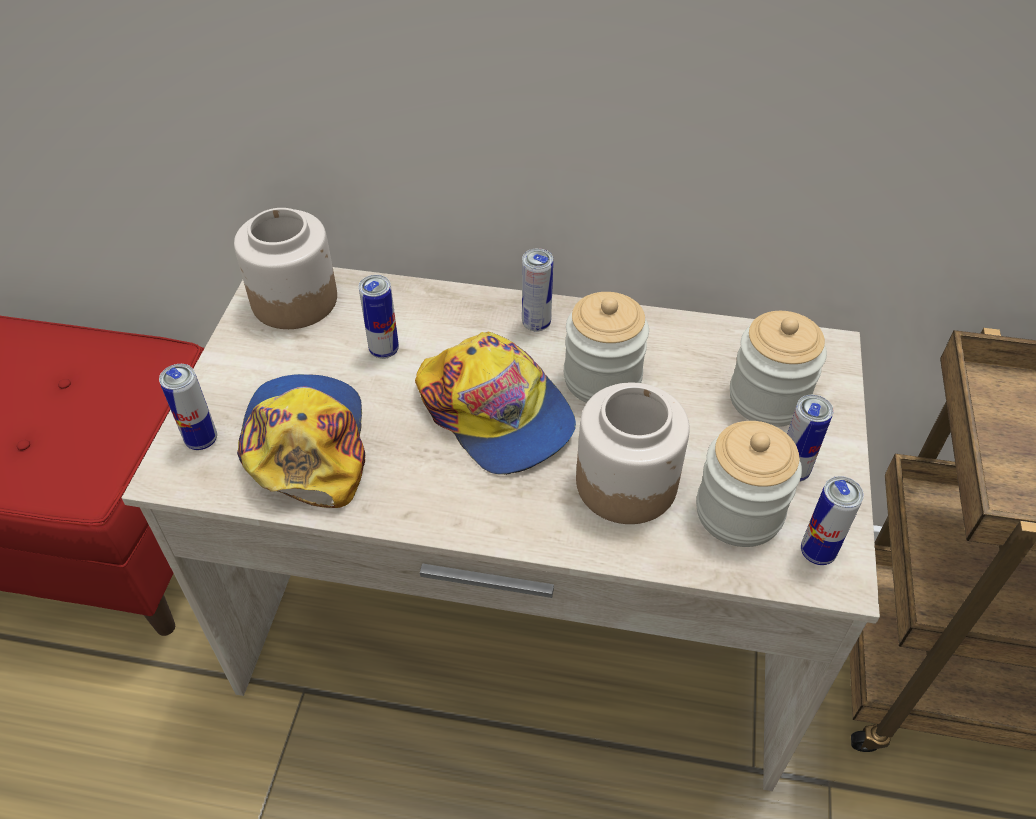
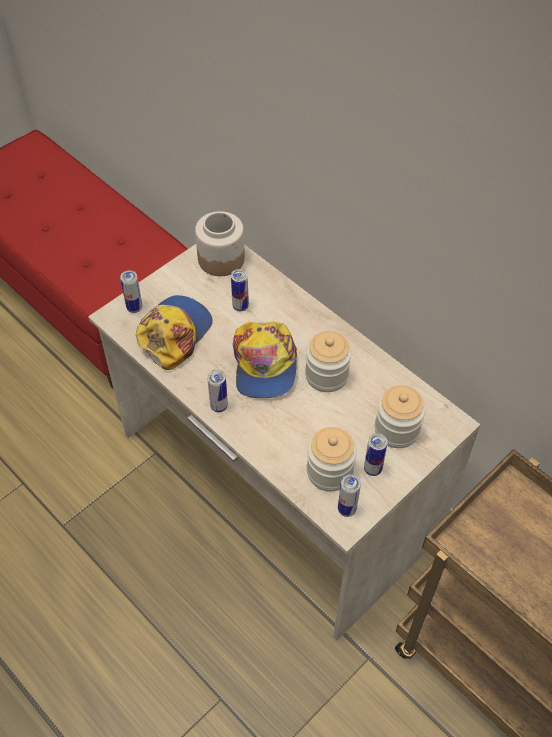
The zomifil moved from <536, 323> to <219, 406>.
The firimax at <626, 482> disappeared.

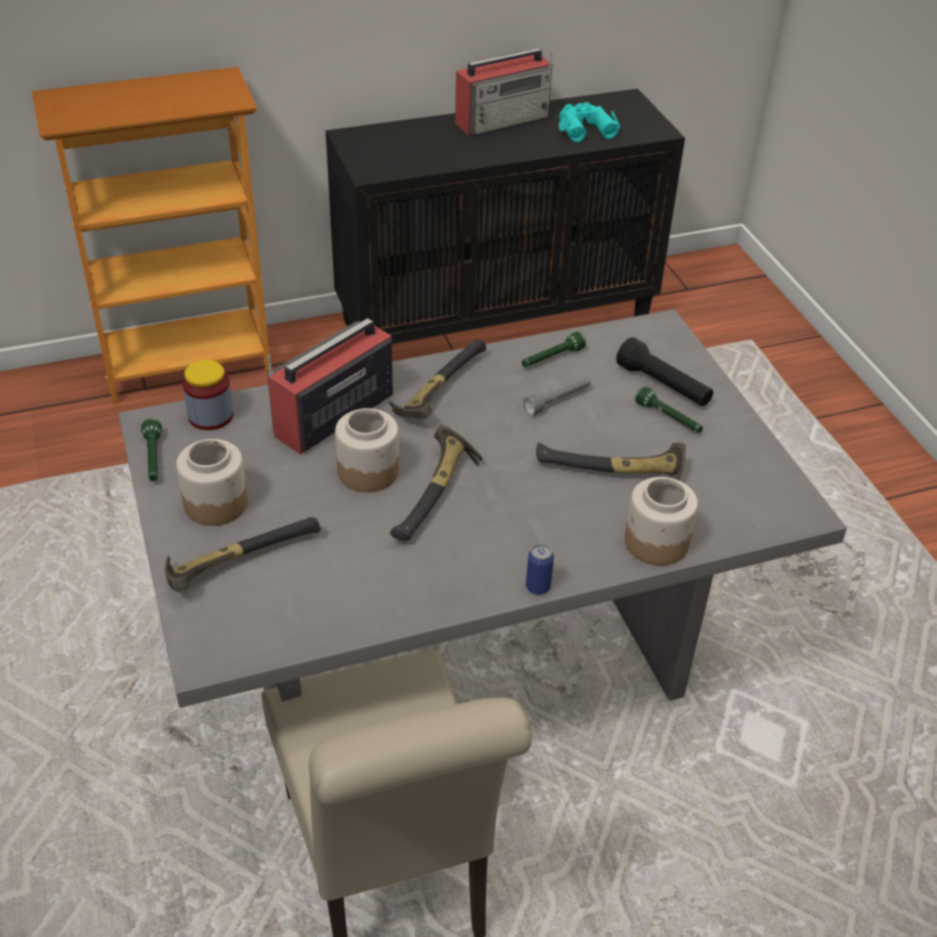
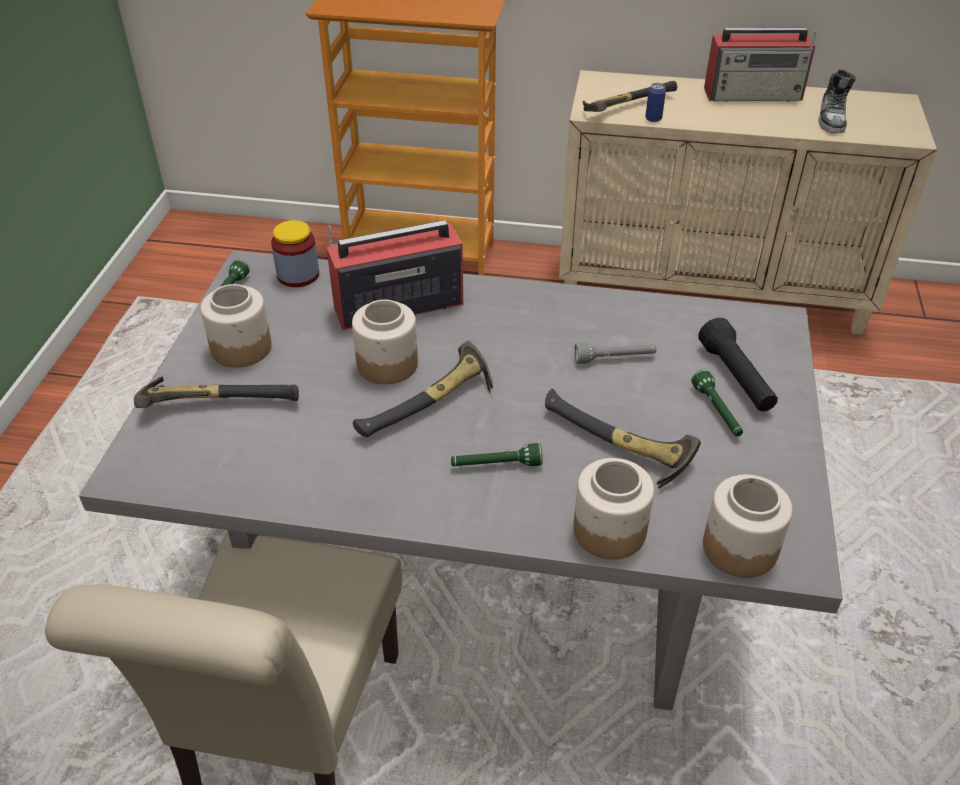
The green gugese moved from <551, 358> to <496, 465>.
The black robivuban at <497, 319> became the beige robivuban at <712, 291>.
The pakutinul moved from <436, 391> to <624, 107>.
The zomifil moved from <538, 587> to <653, 119>.
The firimax at <739, 547> appeared.
The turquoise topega at <584, 128> was replaced by the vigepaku at <832, 118>.

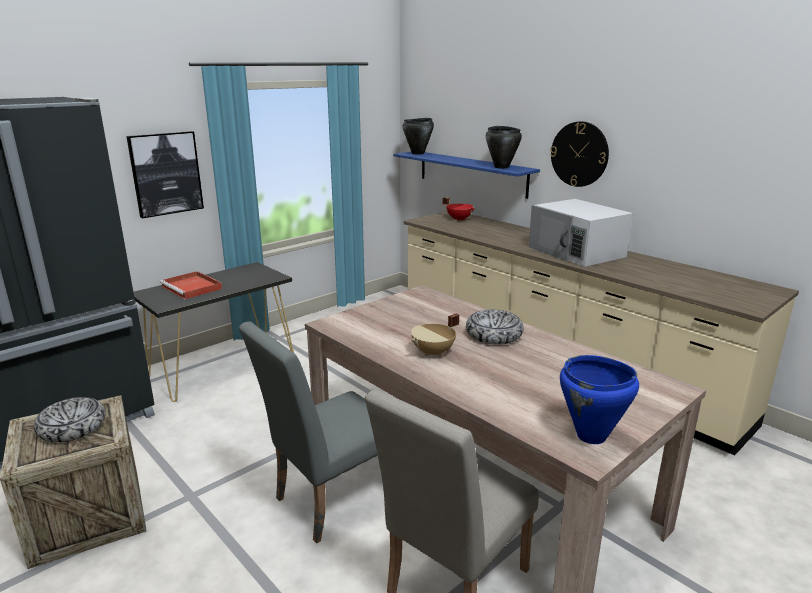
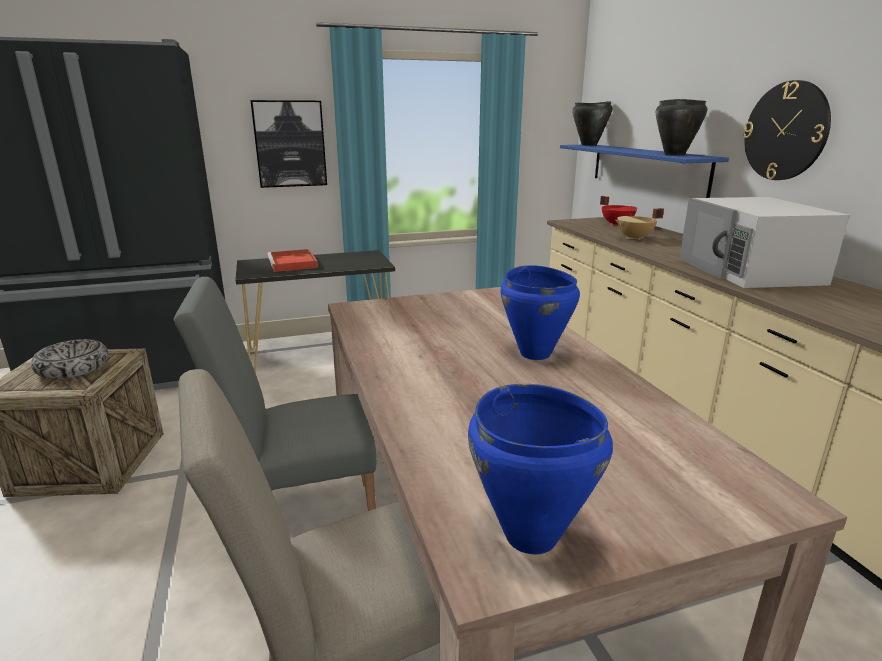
The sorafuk at <493, 335> was replaced by the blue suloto at <535, 353>.
The beige suloto moved from <434, 353> to <635, 238>.

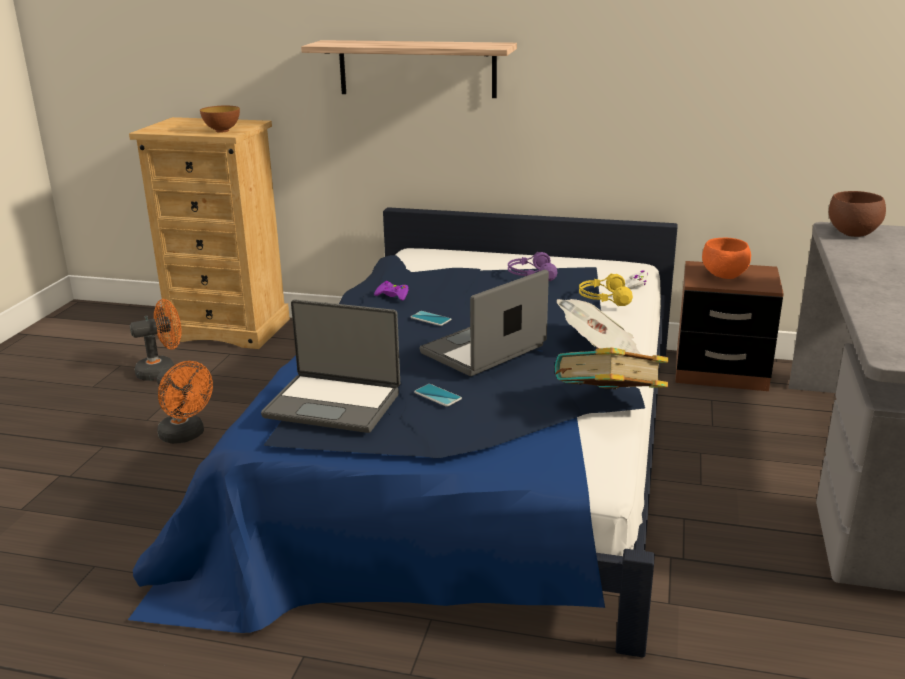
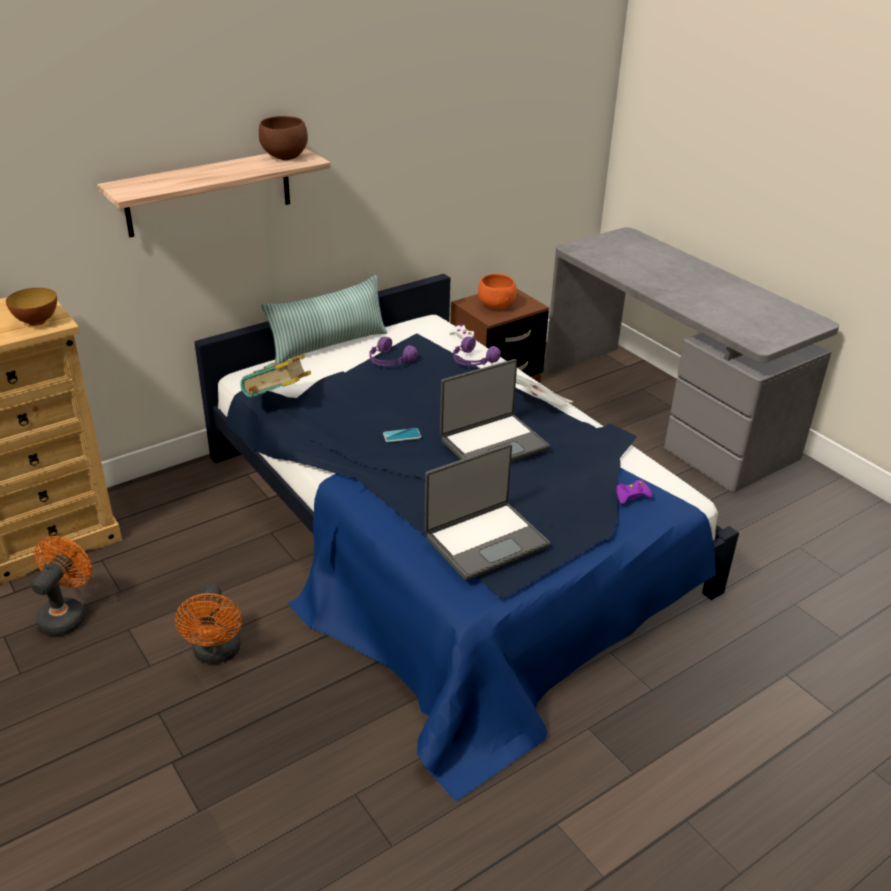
The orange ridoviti at <186, 436> turned 90 degrees clockwise.
The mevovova moved from <608, 404> to <278, 400>.
The brown sorafuk moved from <852, 234> to <285, 157>.
The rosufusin at <328, 345> appeared.
The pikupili at <484, 350> turned 120 degrees counterclockwise.
The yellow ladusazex at <603, 299> became the purple ladusazex at <472, 361>.
The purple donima moved from <392, 295> to <631, 496>.
The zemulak at <437, 396> disappeared.

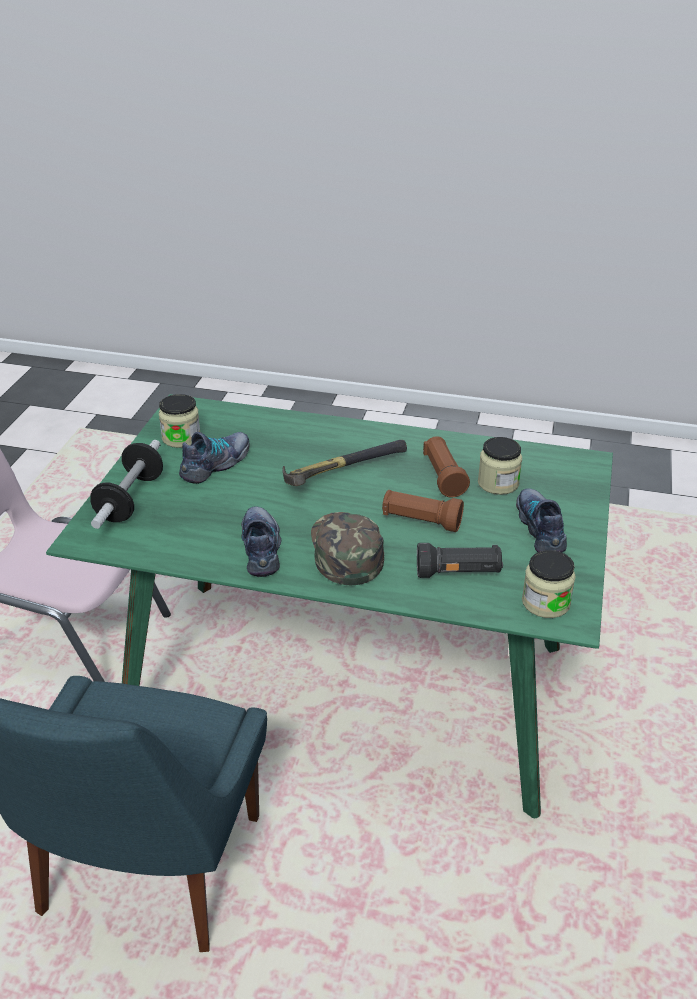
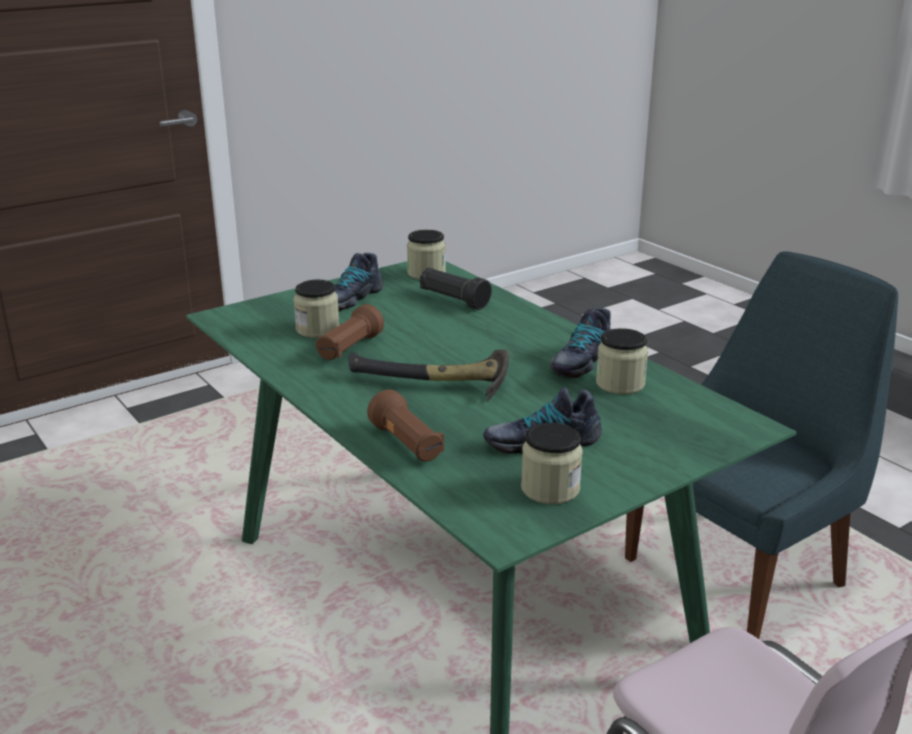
The brown gugese moved from <421, 521> to <407, 445>.
The firimax at <620, 384> appeared.
The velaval at <130, 499> disappeared.
The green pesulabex at <344, 551> disappeared.

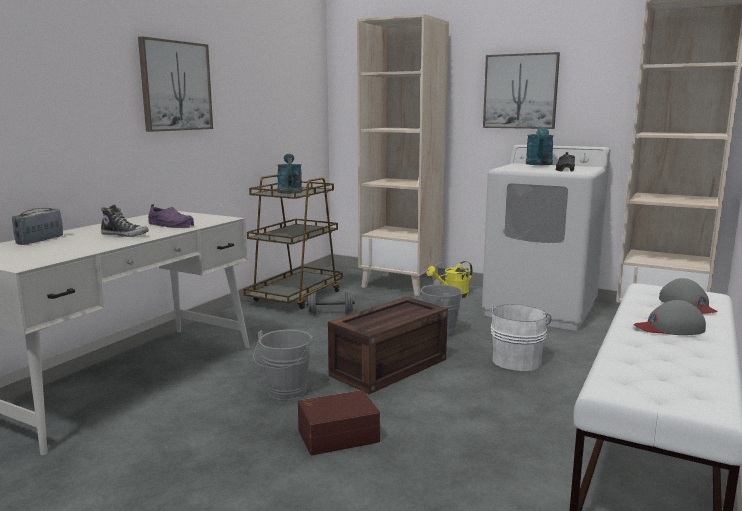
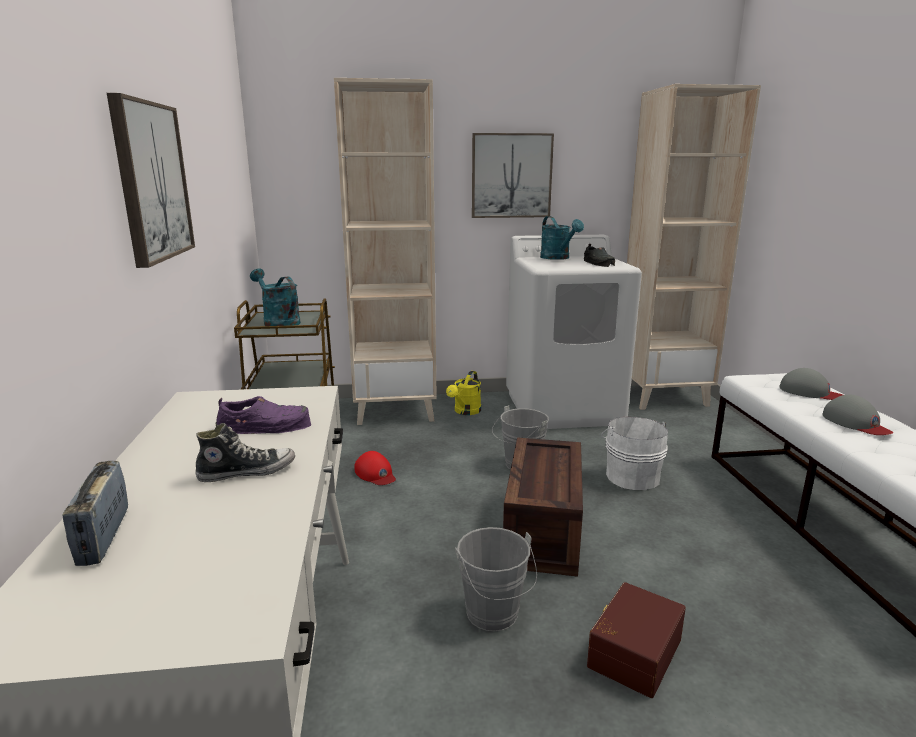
The grey velaval at <330, 313> was replaced by the red pesulabex at <375, 474>.
The grey pesulabex at <670, 327> turned 75 degrees counterclockwise.

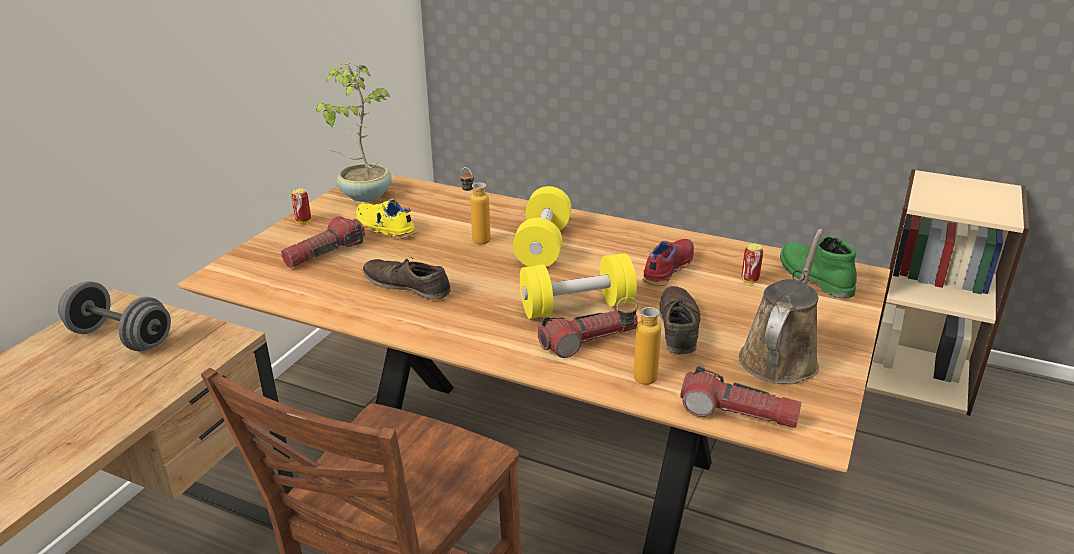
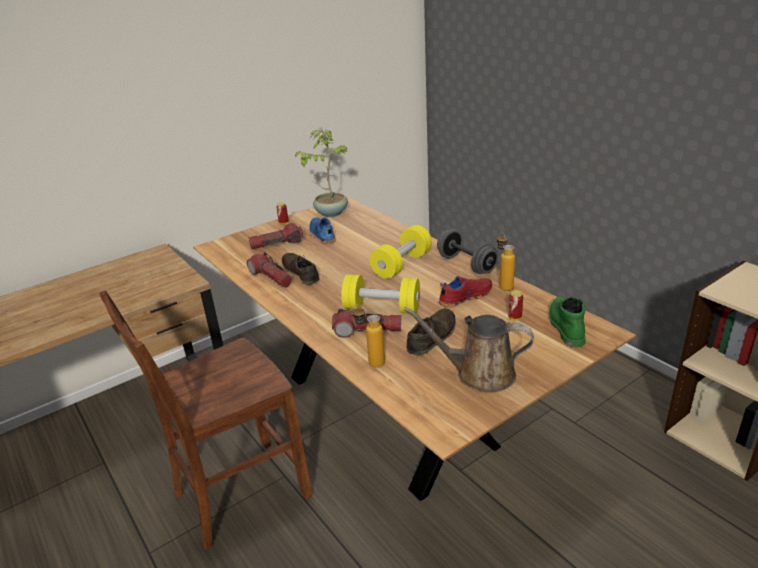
The gugese moved from <737, 413> to <271, 277>.
The yellow vigepaku at <384, 229> became the blue vigepaku at <321, 236>.
The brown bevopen at <780, 356> turned 135 degrees counterclockwise.
The grey velaval moved from <121, 338> to <466, 264>.
The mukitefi moved from <476, 238> to <503, 285>.

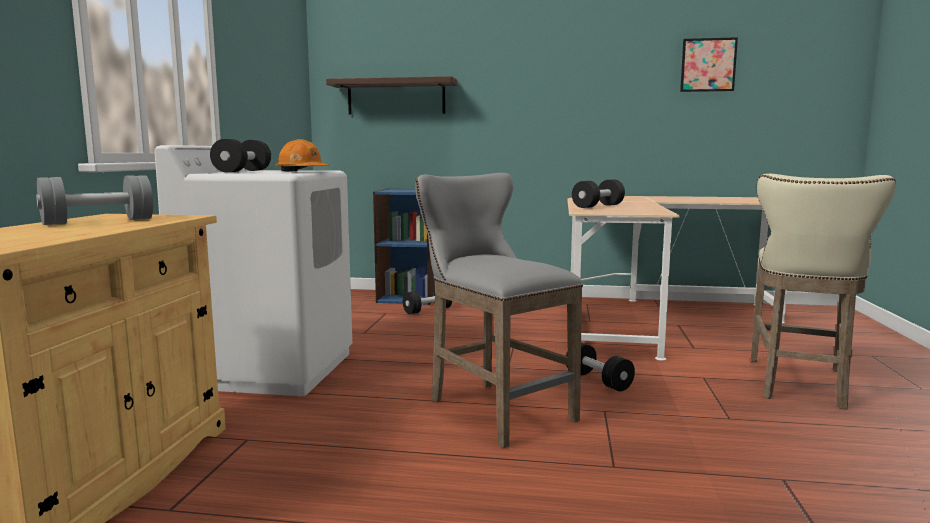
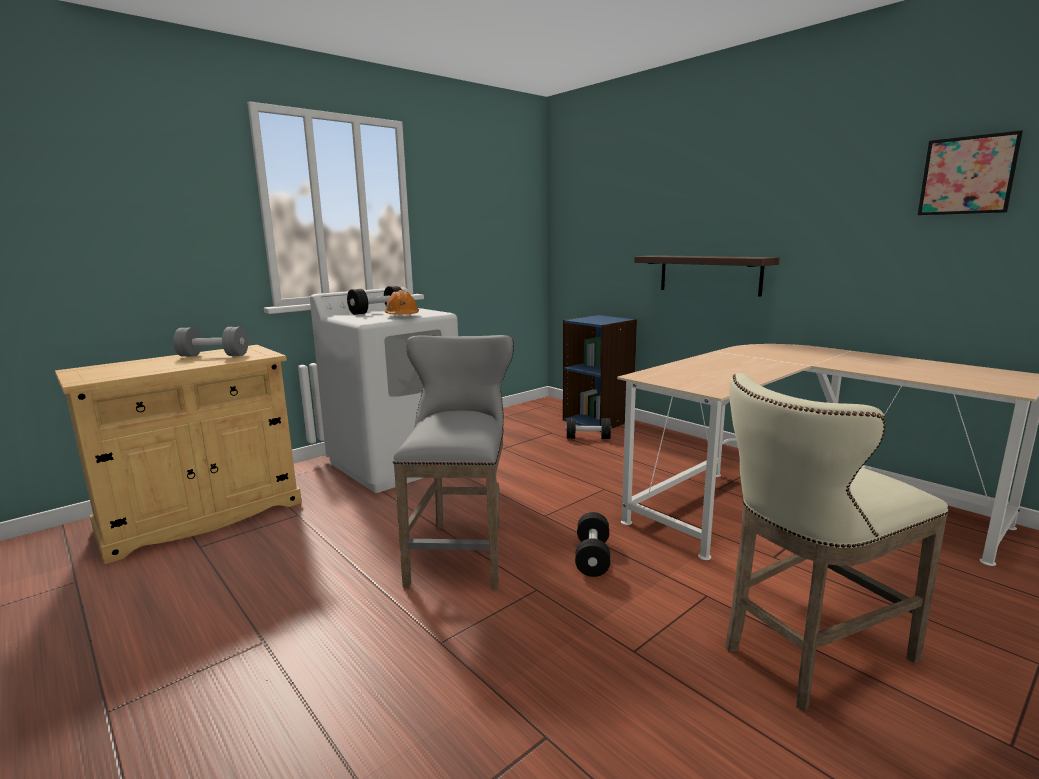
The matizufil moved from <396, 97> to <709, 274>.
The black velaval at <598, 206> disappeared.

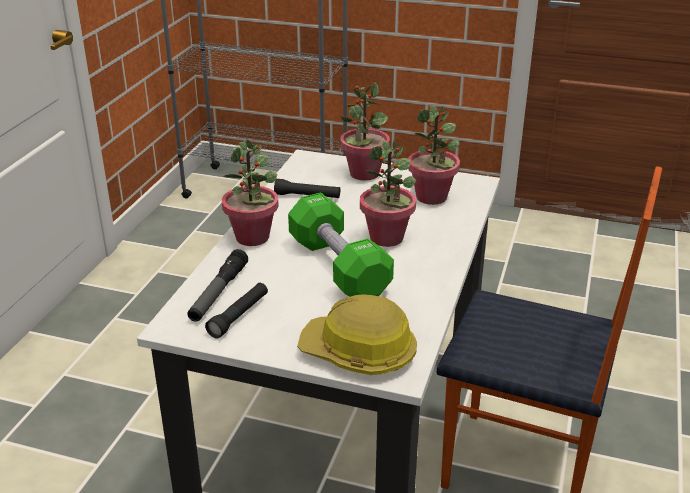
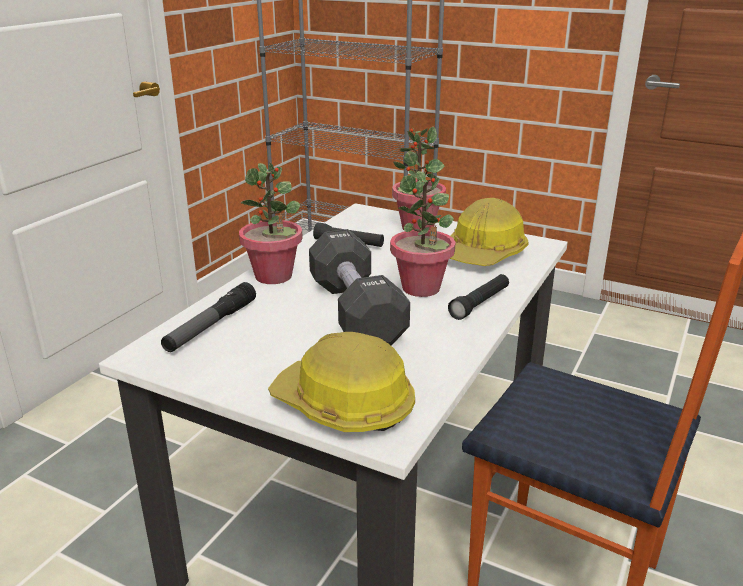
The green velaval at <338, 267> became the black velaval at <356, 312>.
The black gugese moved from <239, 316> to <480, 304>.
The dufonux at <432, 197> was replaced by the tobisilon at <485, 254>.

